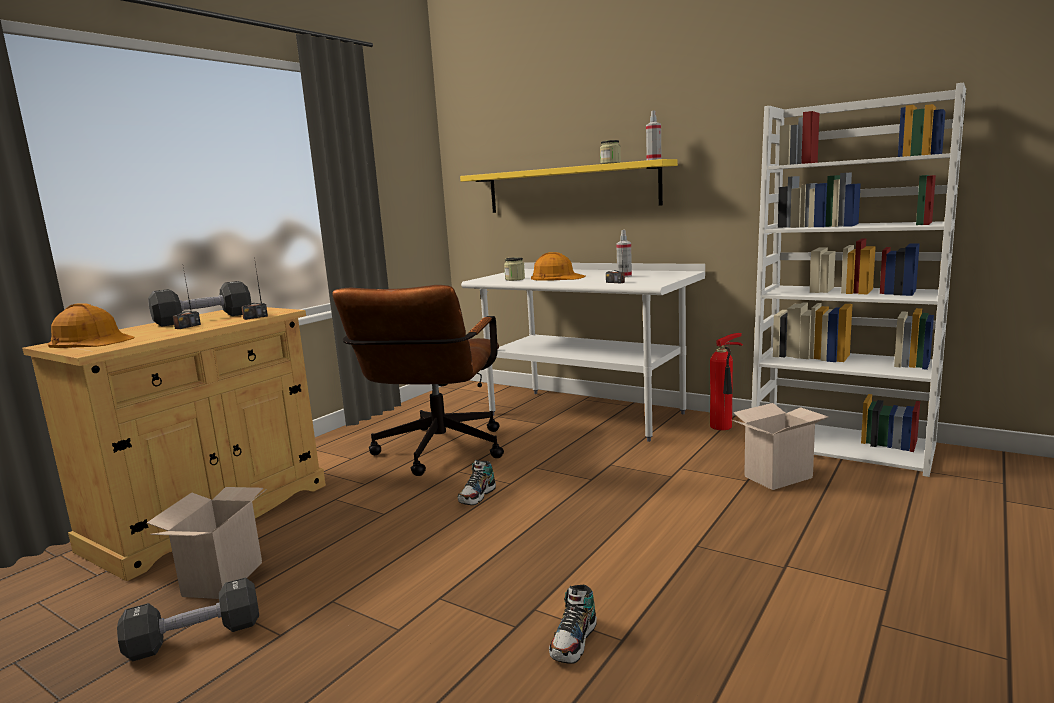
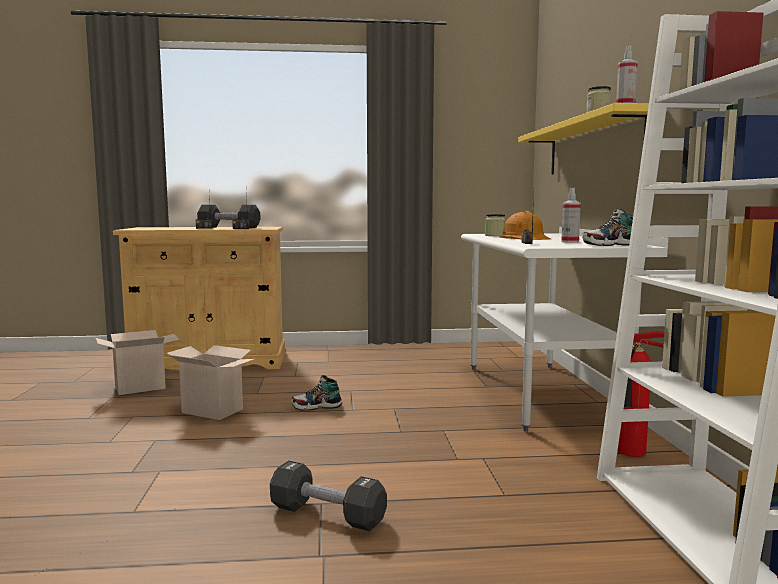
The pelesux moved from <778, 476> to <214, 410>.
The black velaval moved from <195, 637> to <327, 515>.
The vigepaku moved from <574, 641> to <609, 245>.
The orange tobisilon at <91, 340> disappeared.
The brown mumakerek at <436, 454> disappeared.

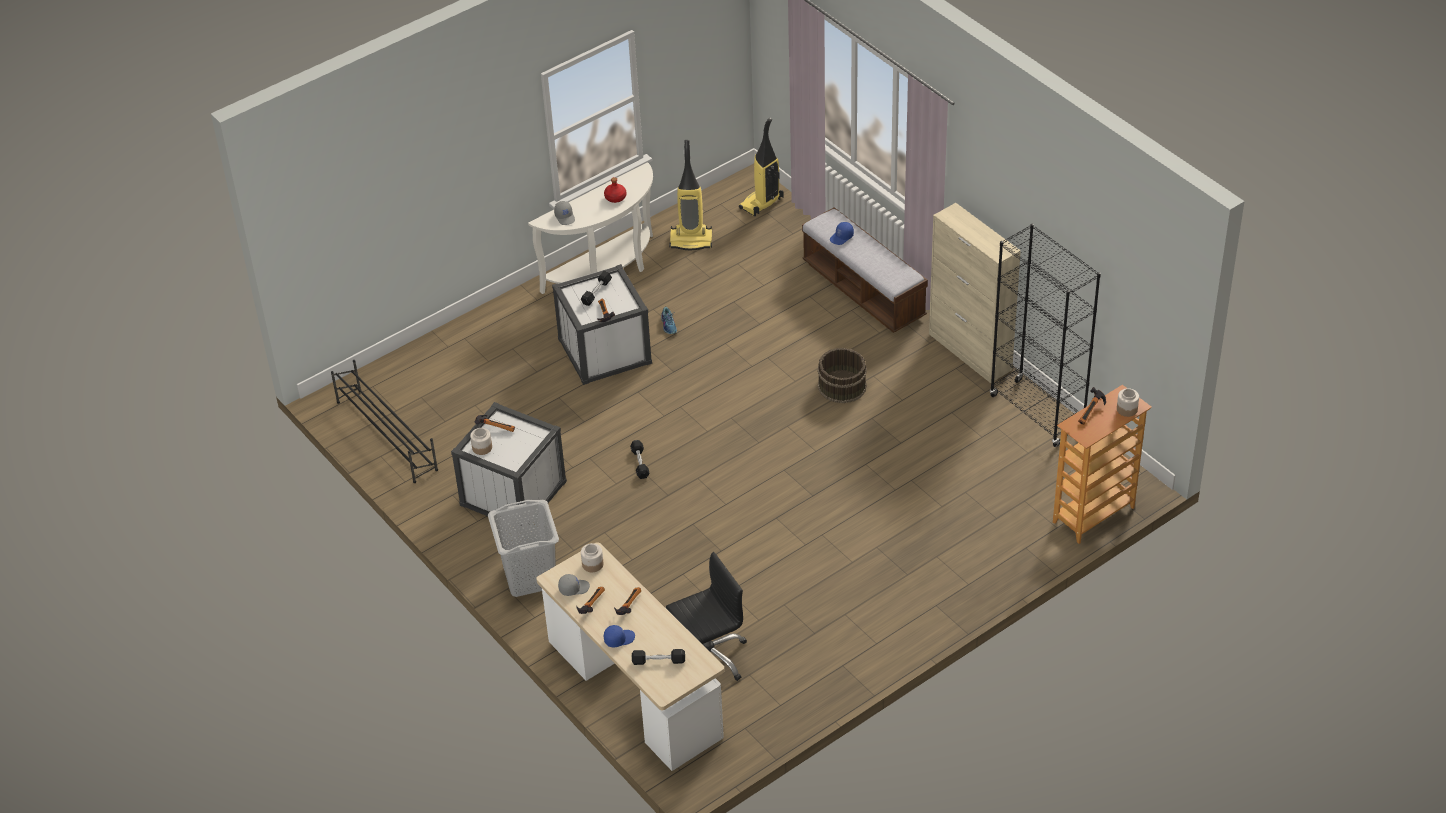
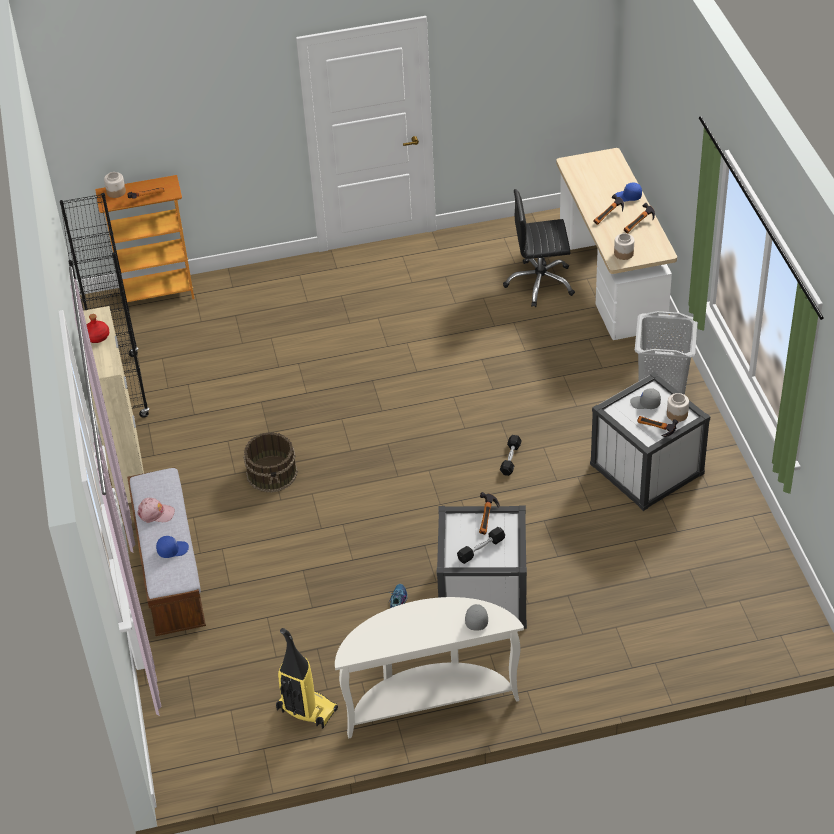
The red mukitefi moved from <615, 197> to <97, 336>.
The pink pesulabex at <156, 513> appeared.
The grey pesulabex moved from <574, 588> to <645, 403>.
The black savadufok at <386, 435> disappeared.
The black velaval at <658, 661> disappeared.
The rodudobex at <761, 204> disappeared.

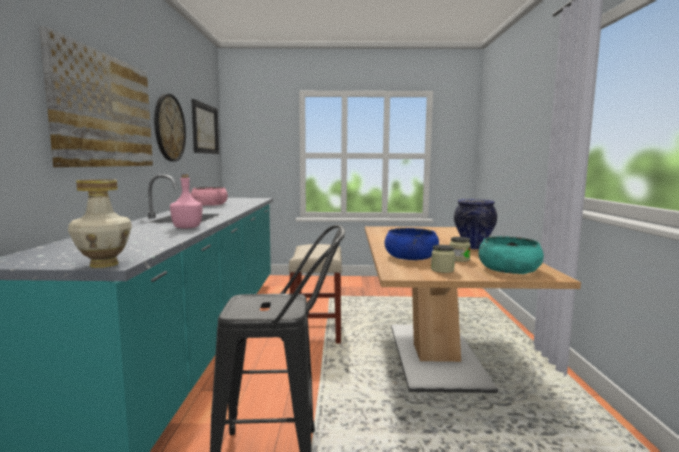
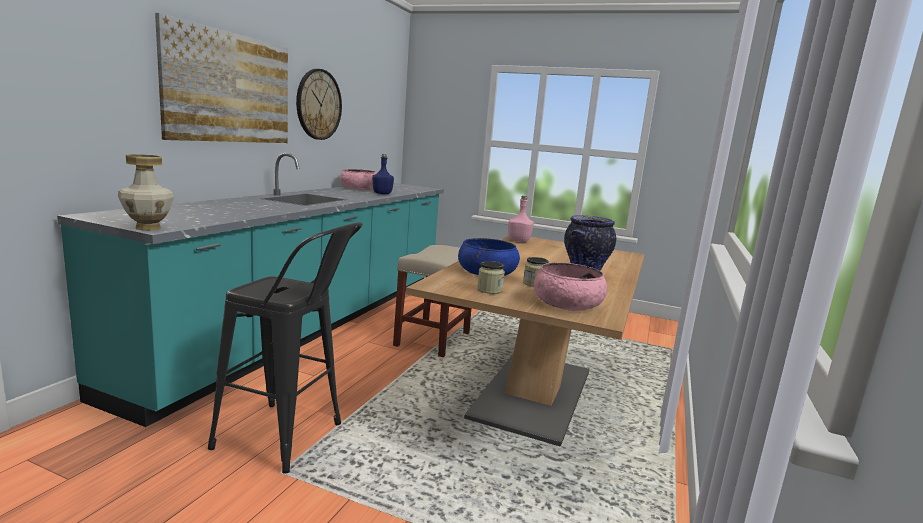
The blue mukitefi at <381, 193> appeared.
The pink mukitefi moved from <187, 227> to <519, 241>.
The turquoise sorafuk at <509, 269> became the pink sorafuk at <567, 303>.
The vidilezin at <205, 129> disappeared.

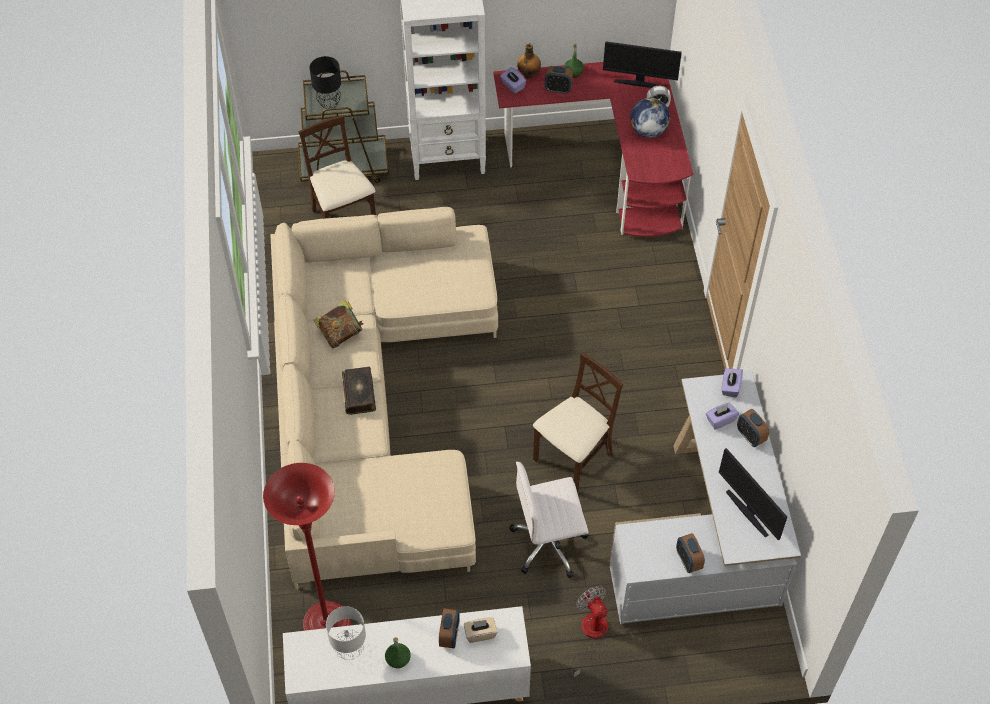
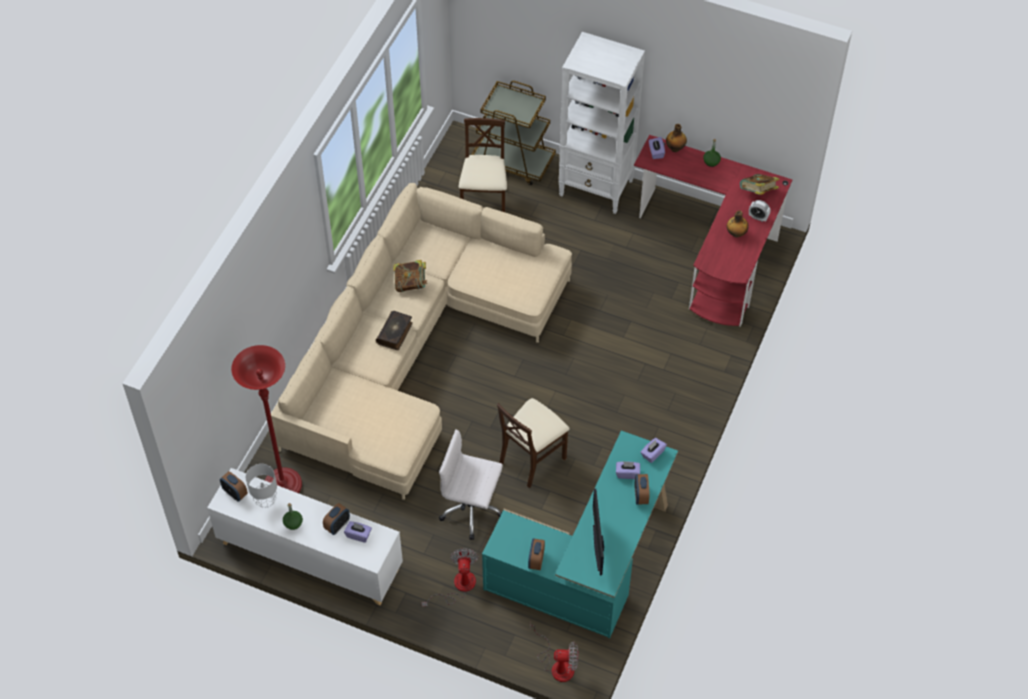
The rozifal moved from <558, 89> to <235, 493>.
The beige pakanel at <480, 633> became the purple pakanel at <358, 535>.
The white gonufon at <706, 540> became the turquoise gonufon at <588, 564>.
The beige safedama at <573, 459> turned 150 degrees clockwise.
The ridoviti at <557, 664> appeared.
The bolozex at <648, 131> was replaced by the mukitefi at <736, 233>.
The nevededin at <639, 83> was replaced by the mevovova at <757, 192>.
The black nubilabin at <329, 104> disappeared.

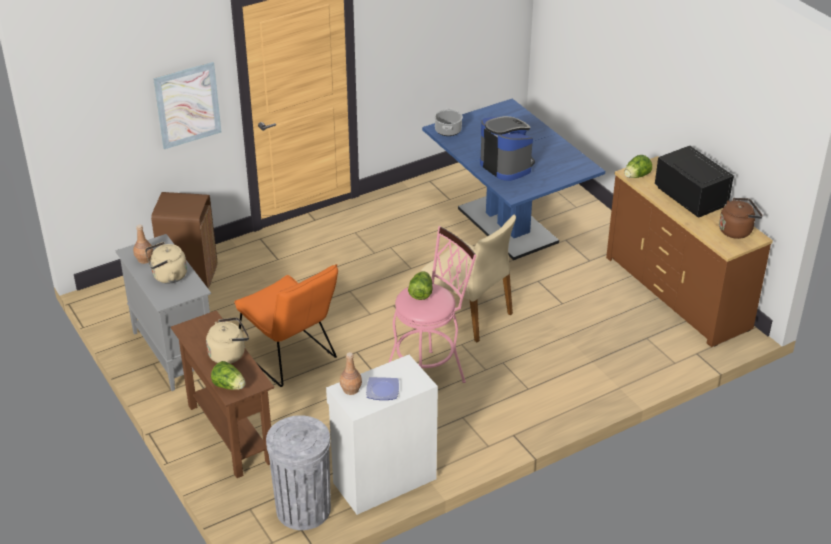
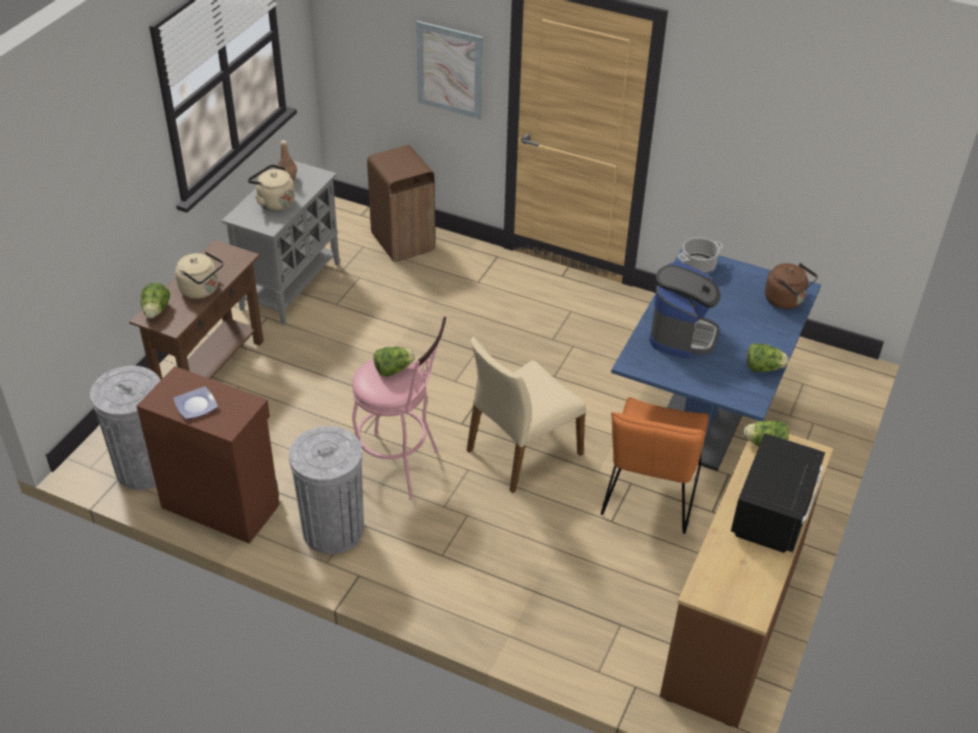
The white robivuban at <383, 480> became the brown robivuban at <221, 504>.
The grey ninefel at <333, 530> appeared.
The beige safedama at <467, 313> turned 45 degrees clockwise.
The orange safedama moved from <291, 357> to <649, 497>.
The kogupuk at <763, 368> appeared.
The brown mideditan moved from <737, 230> to <786, 300>.
The brown mukitefi at <351, 389> disappeared.

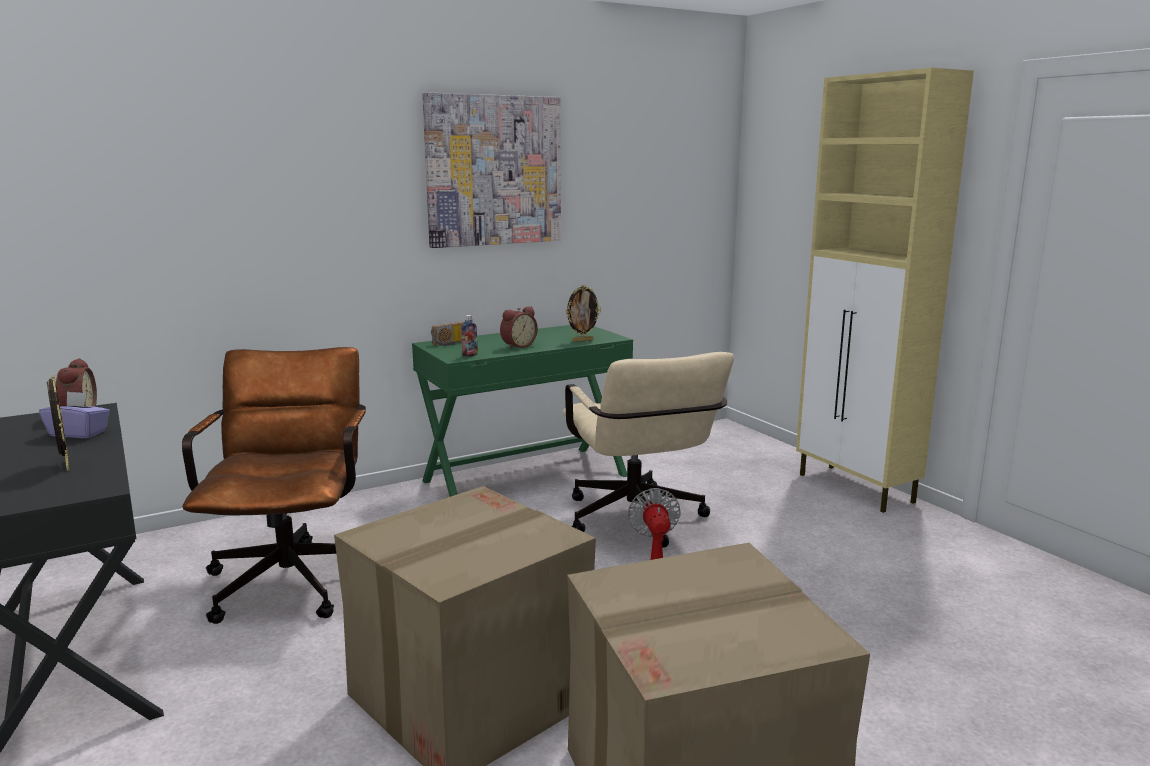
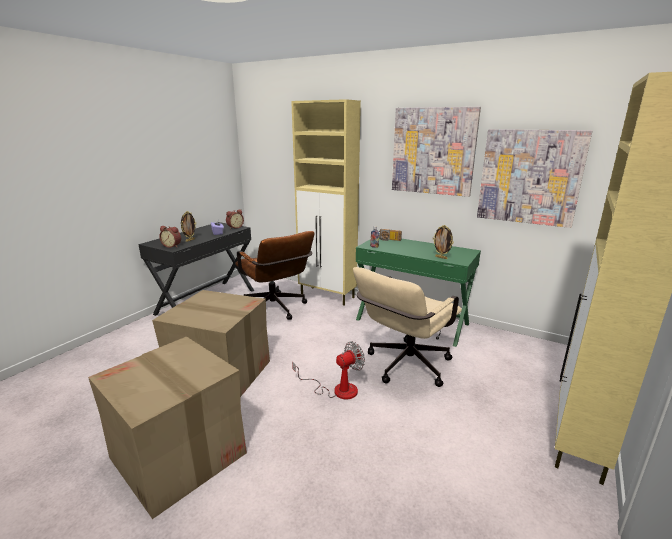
The rozifal moved from <517, 346> to <172, 246>.
The brown mumakerek at <293, 575> turned 90 degrees clockwise.
The beige robivuban at <328, 296> appeared.
The vidilezin at <529, 177> appeared.

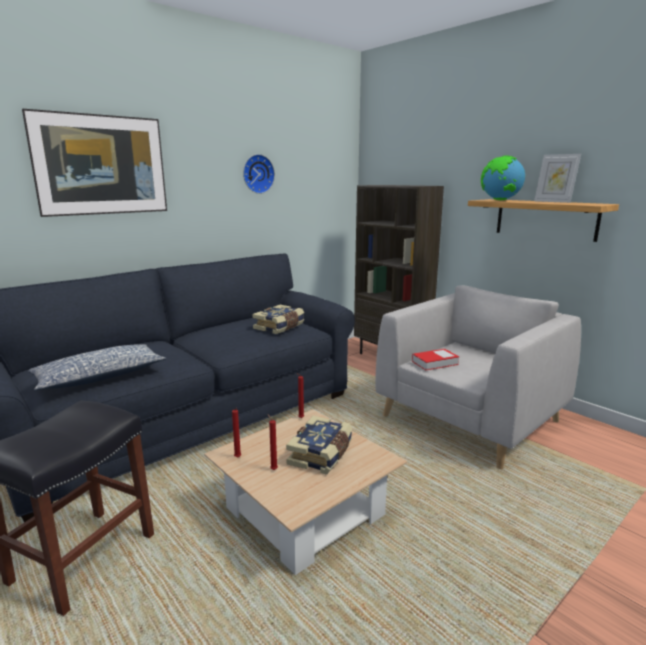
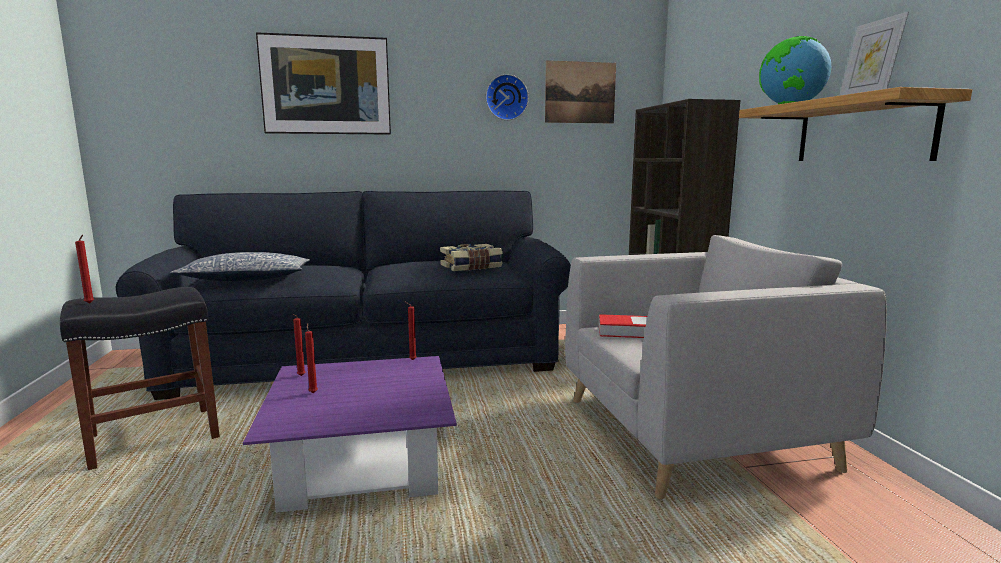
The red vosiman at <90, 303> appeared.
The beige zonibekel at <305, 512> became the purple zonibekel at <362, 463>.
The vidilezin at <580, 92> appeared.
The mevovova at <322, 454> disappeared.

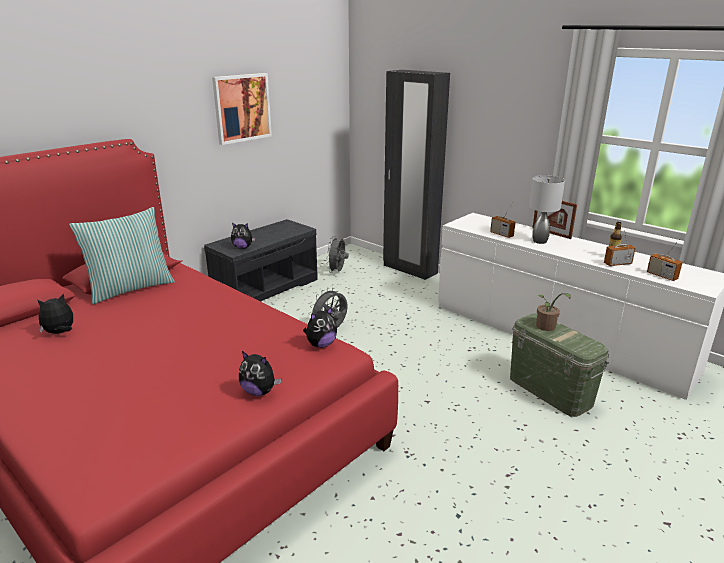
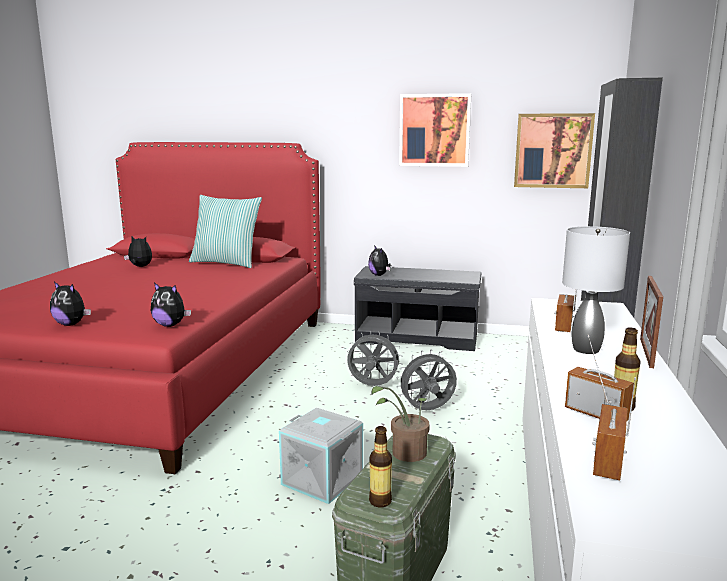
The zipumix at <259, 392> turned 60 degrees counterclockwise.
The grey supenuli at <323, 479> appeared.
The mukitefi at <380, 501> appeared.
The grey ridoviti moved from <337, 271> to <427, 411>.
The vidilezin at <553, 151> appeared.

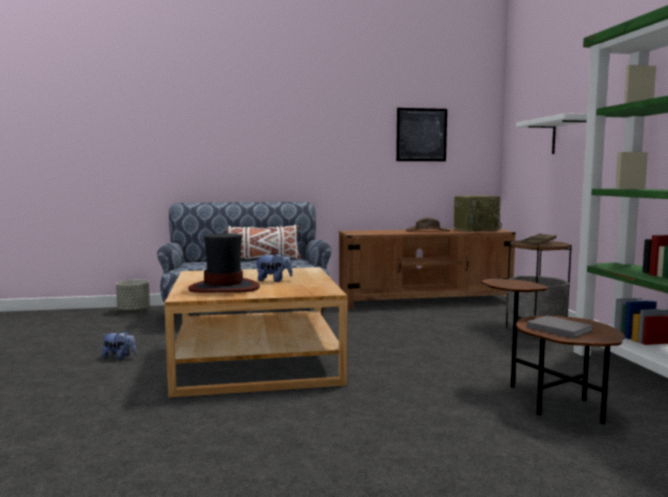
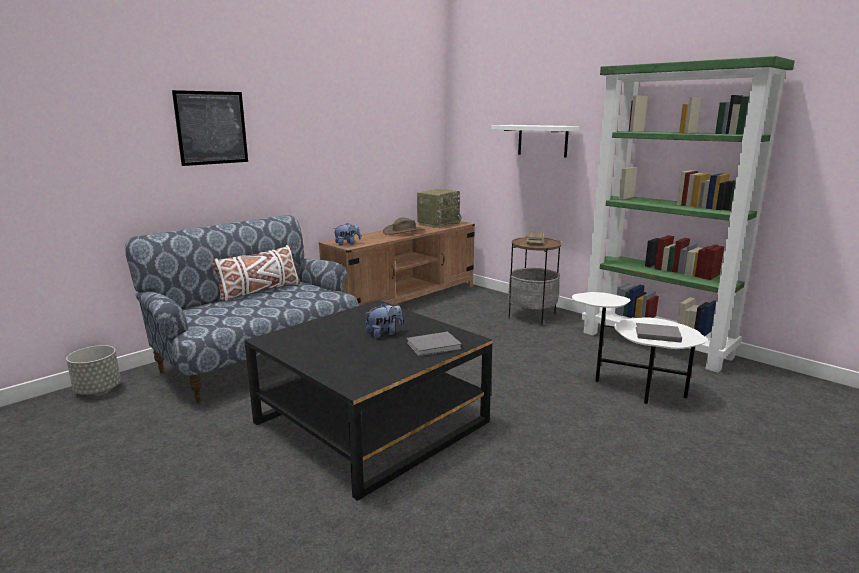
The vidilezin moved from <421, 135> to <211, 128>.
The beige zonibekel at <256, 362> became the black zonibekel at <371, 422>.
The zipumix moved from <119, 357> to <347, 244>.
The grey mevovova at <435, 346> appeared.
The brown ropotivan at <548, 401> became the white ropotivan at <634, 388>.
The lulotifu at <224, 288> disappeared.

